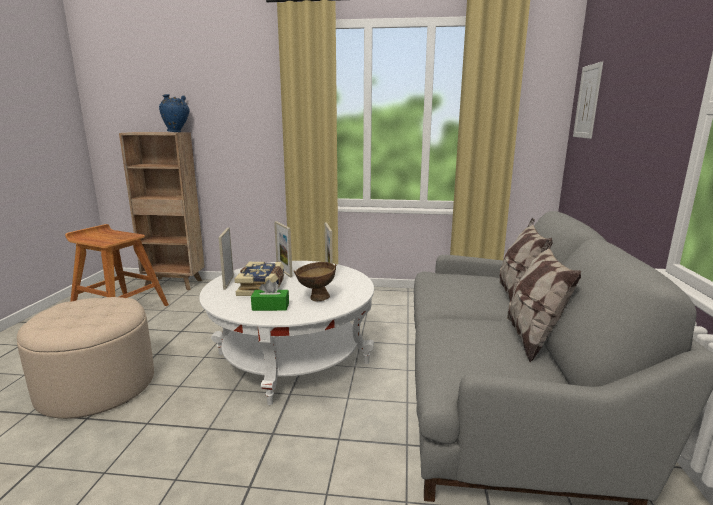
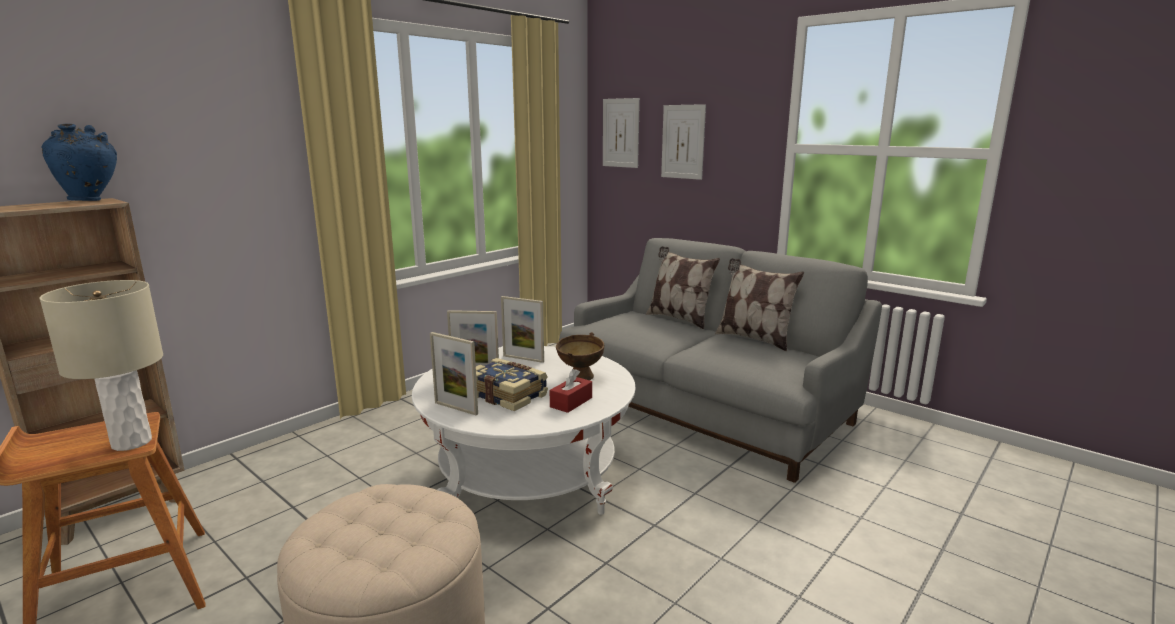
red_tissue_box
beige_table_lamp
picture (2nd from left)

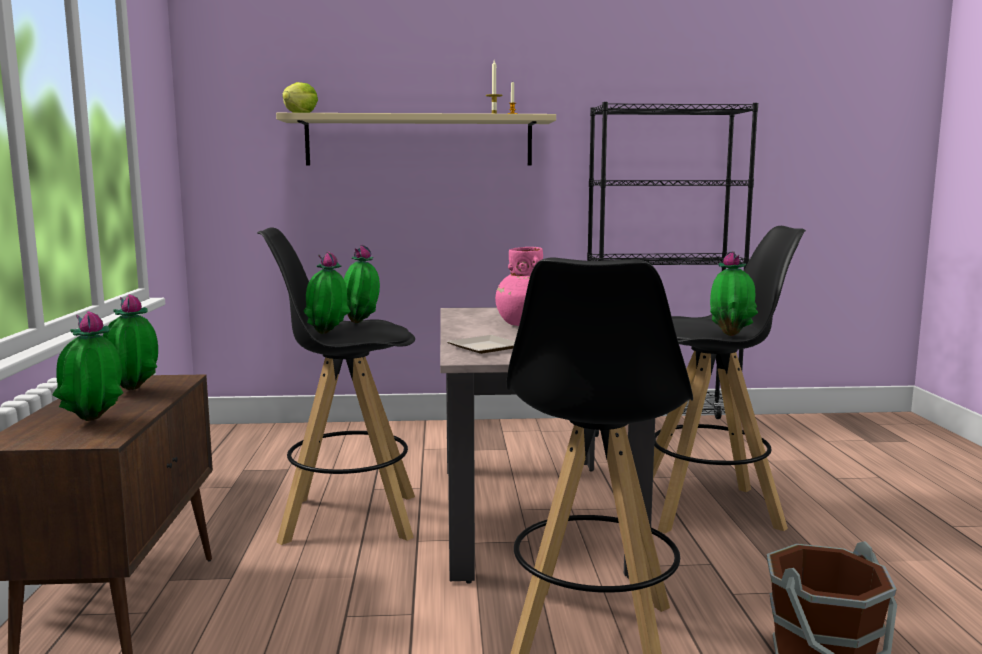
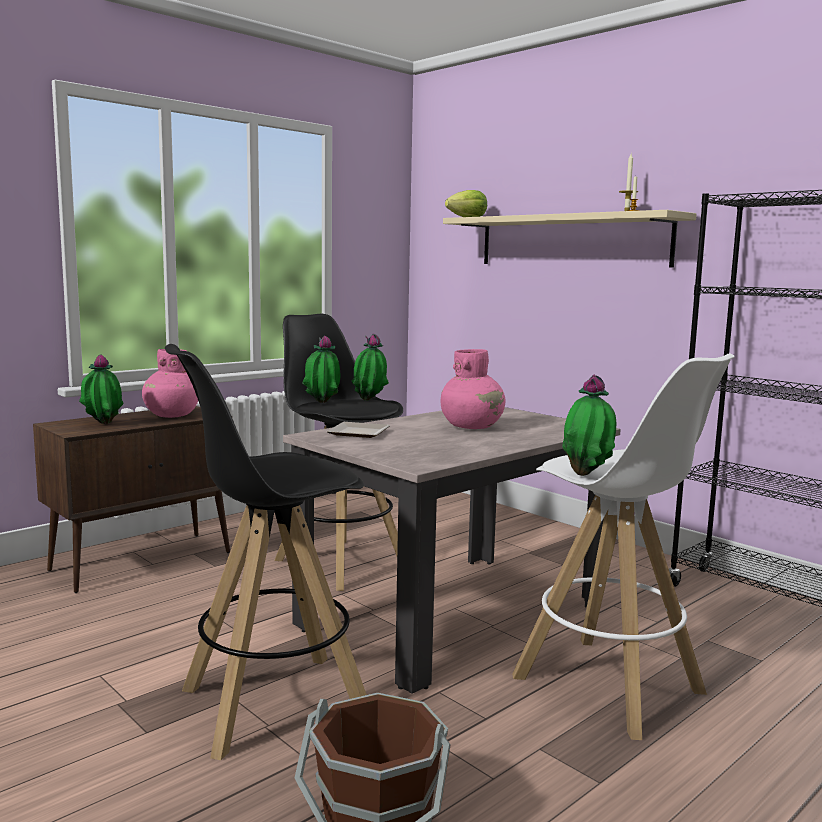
pink_vase (1st from left)
white_stool

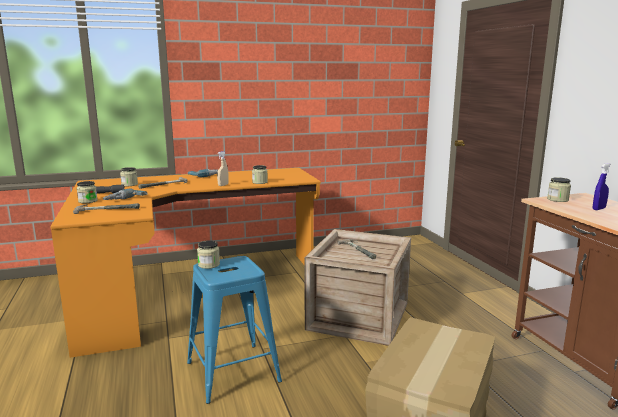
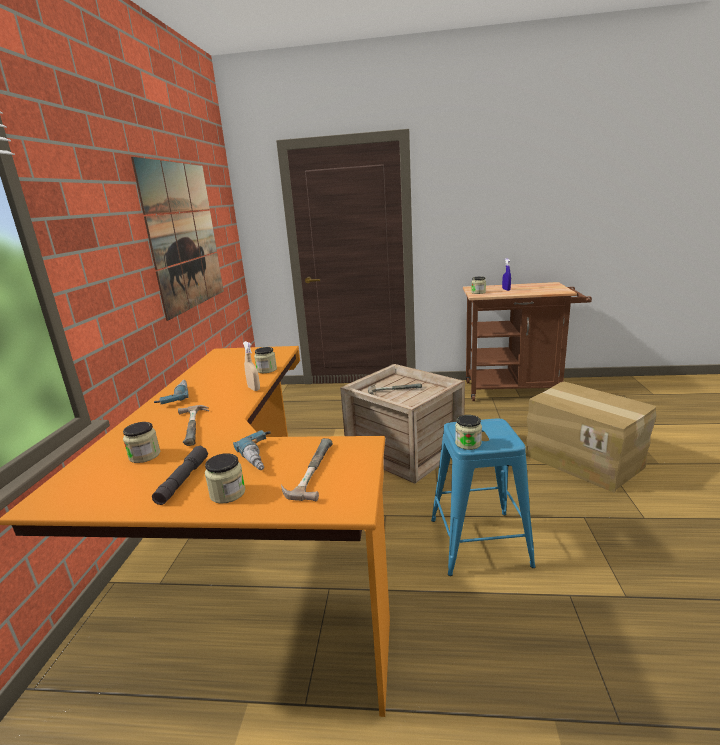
picture

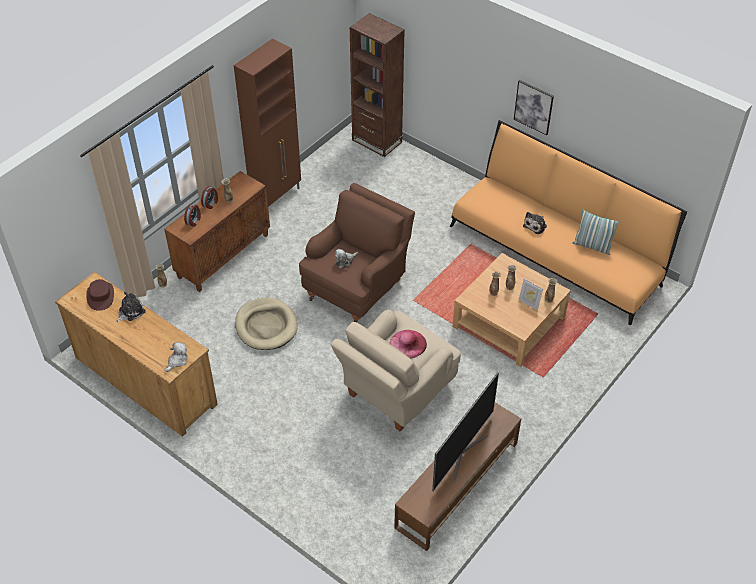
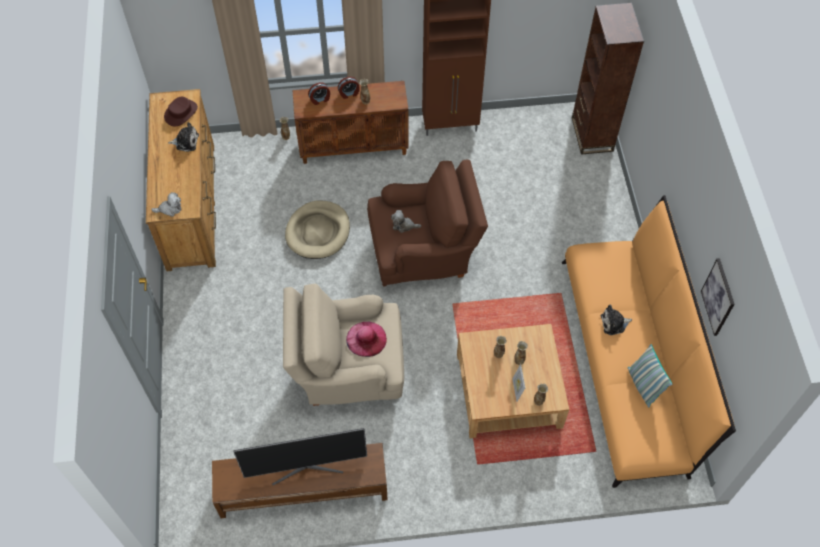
picture

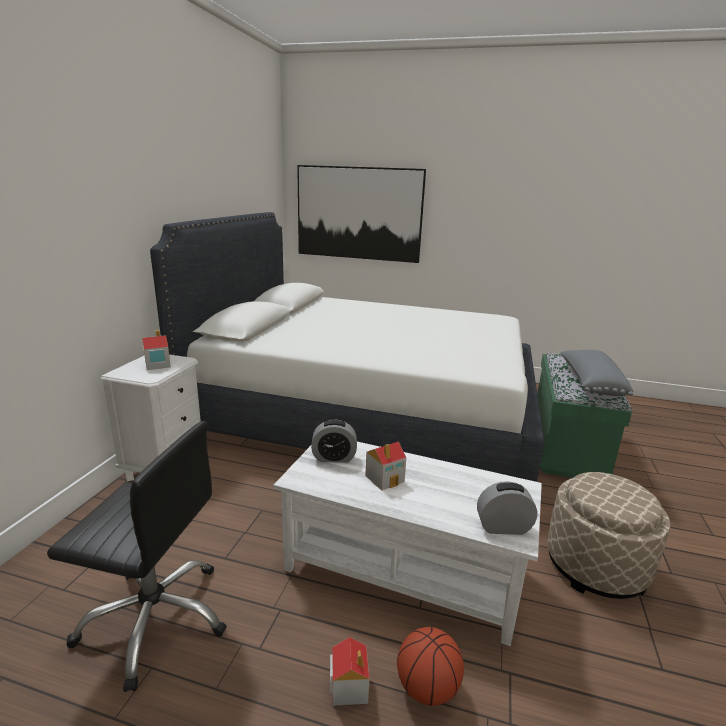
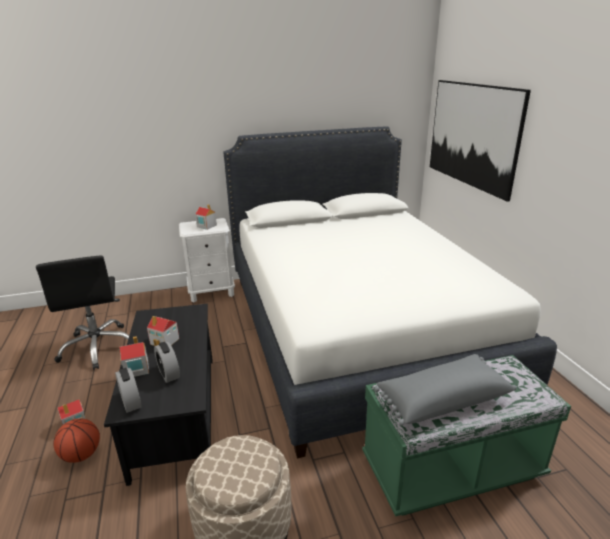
black_coffee_table
alarm_clock (2nd from left)
toy_house (2nd from left)

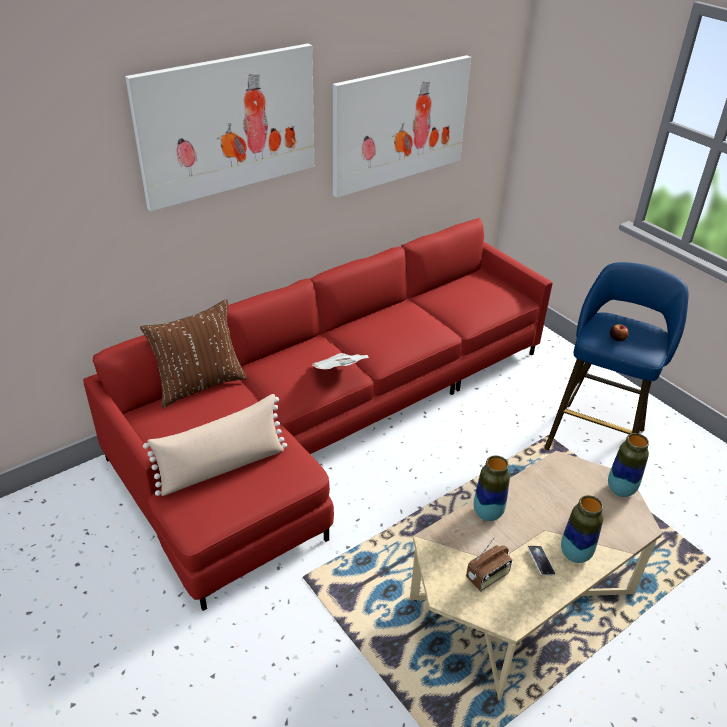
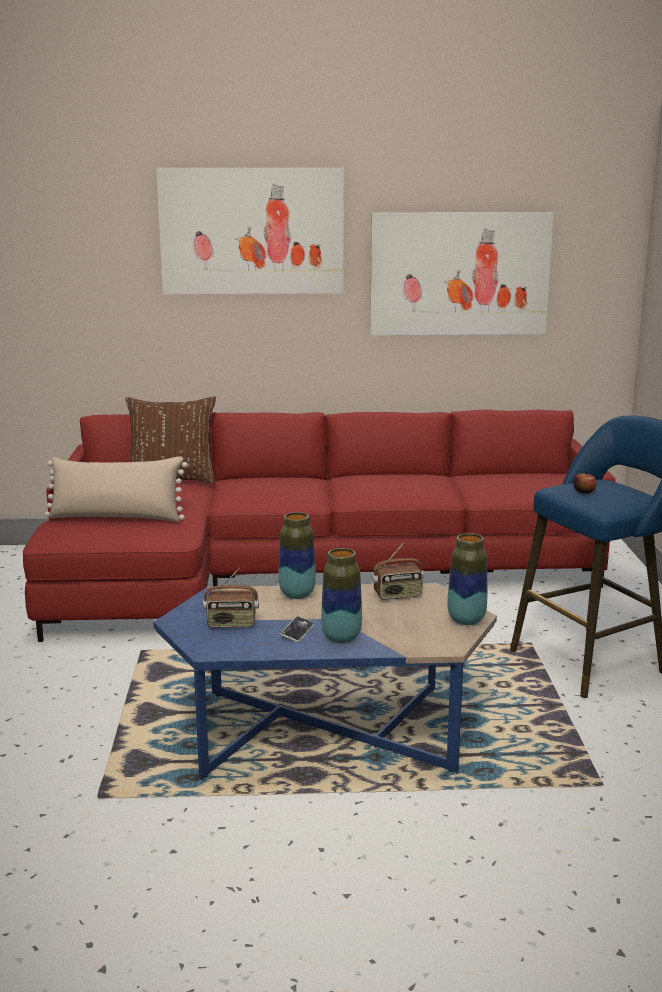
newspaper
blue_coffee_table
radio (2nd from left)

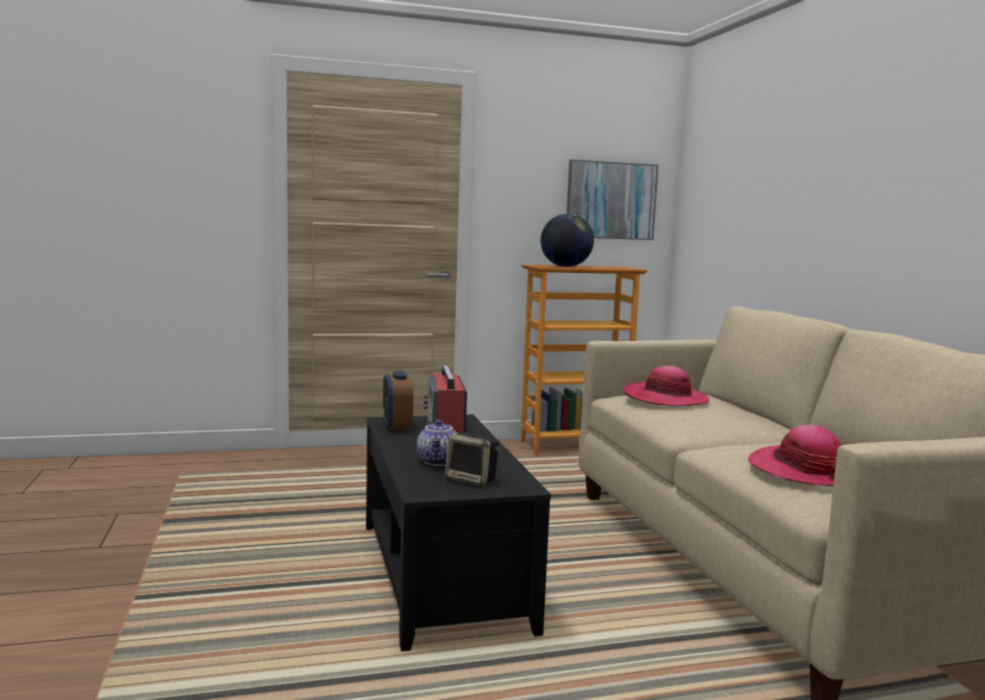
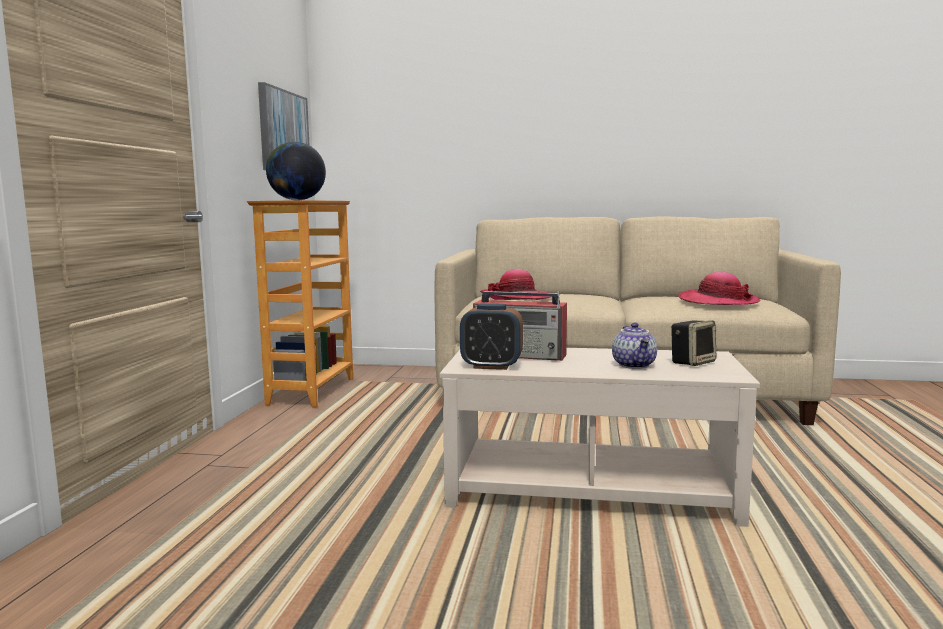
beige_coffee_table
teapot

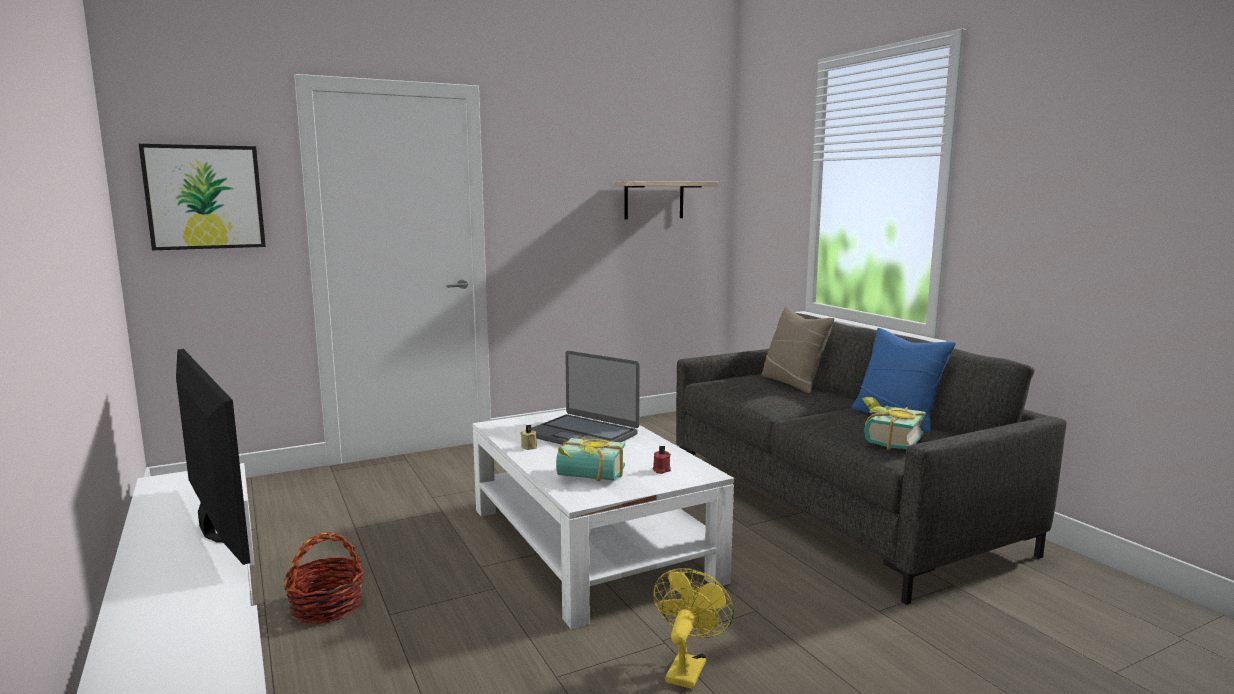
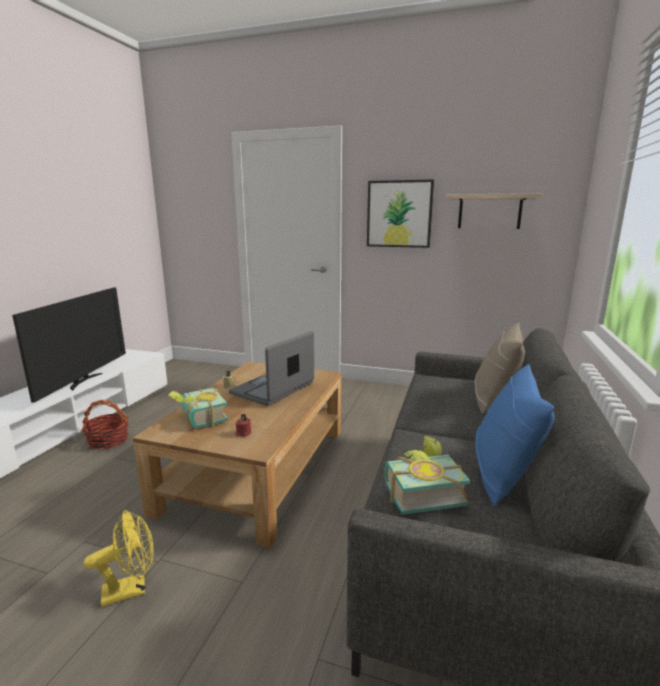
picture
brown_coffee_table
laptop

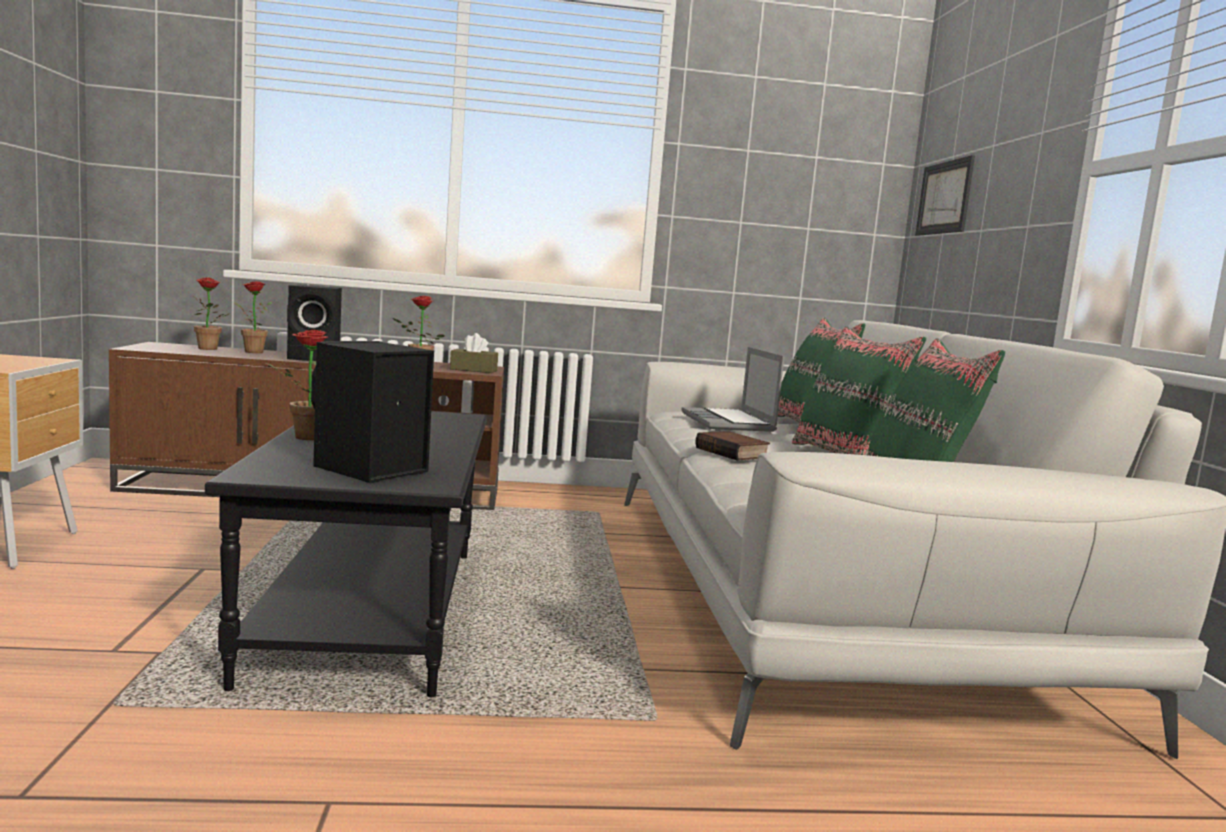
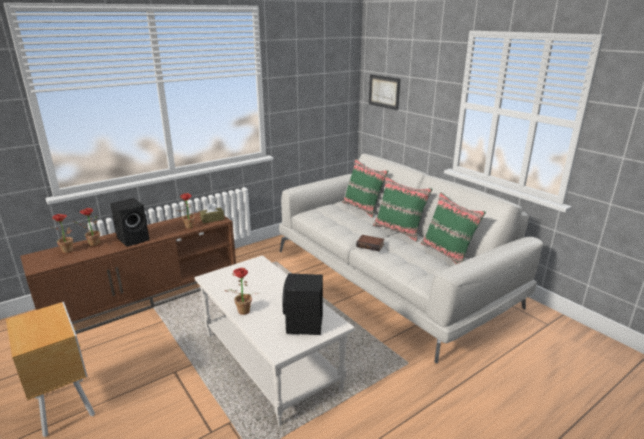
white_coffee_table
laptop

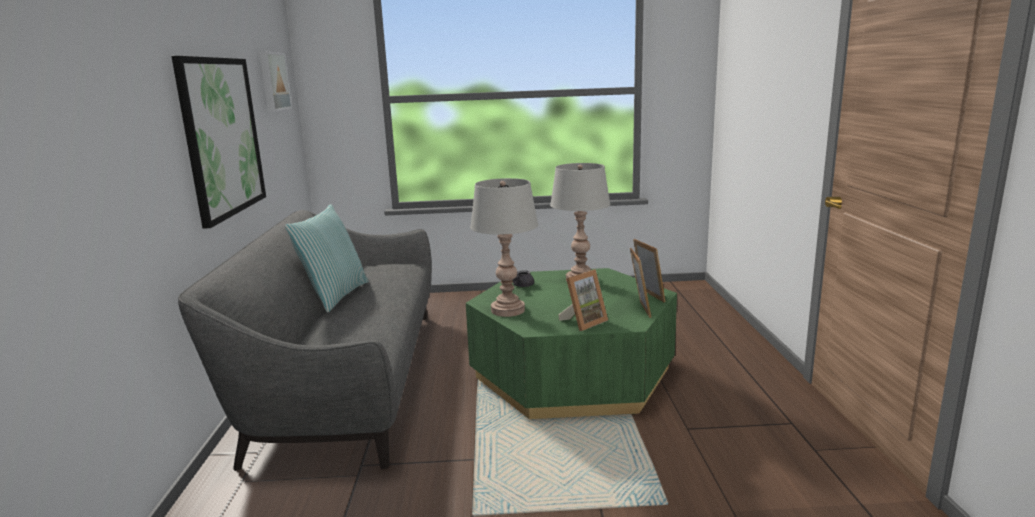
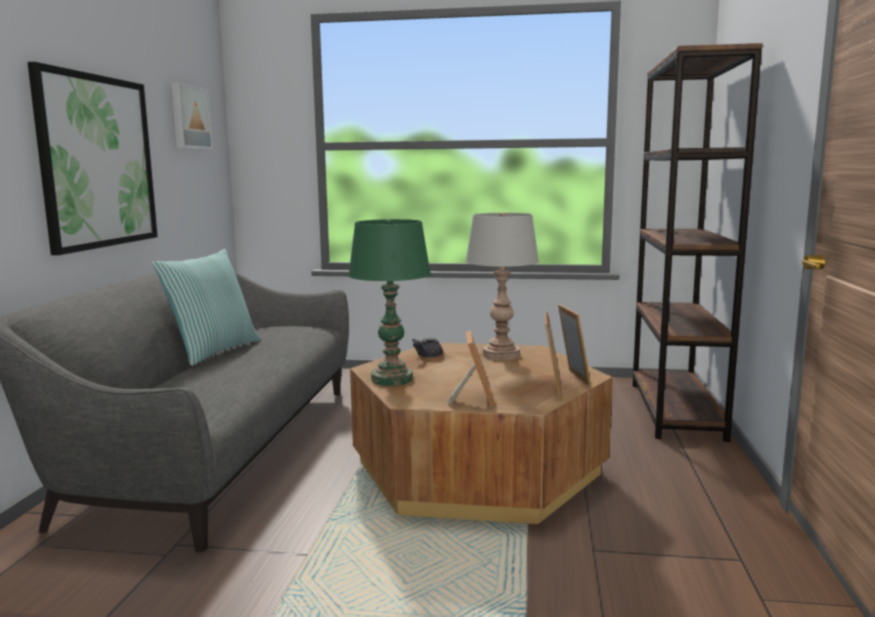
brown_coffee_table
green_table_lamp
picture_frame (1st from left)
brown_bookcase

